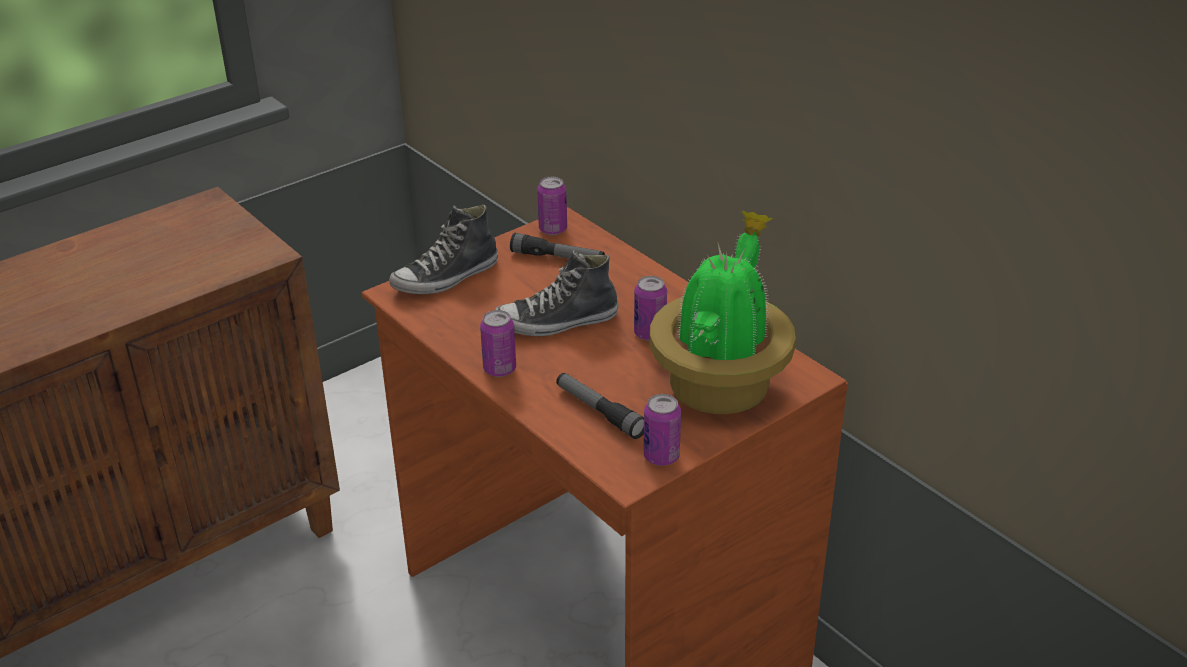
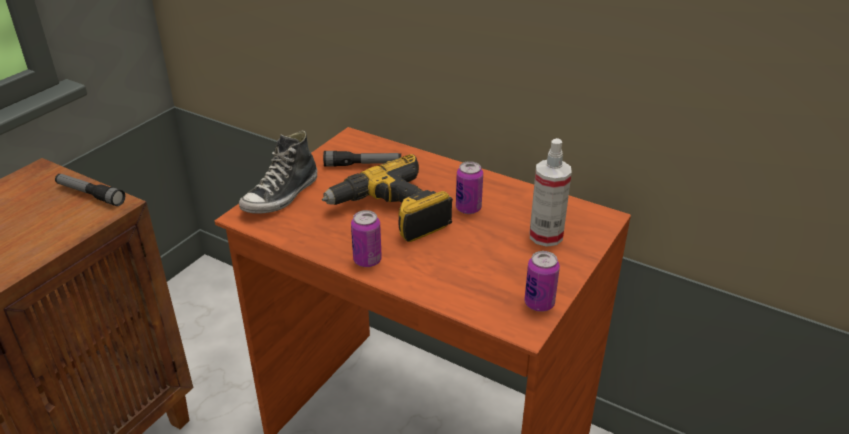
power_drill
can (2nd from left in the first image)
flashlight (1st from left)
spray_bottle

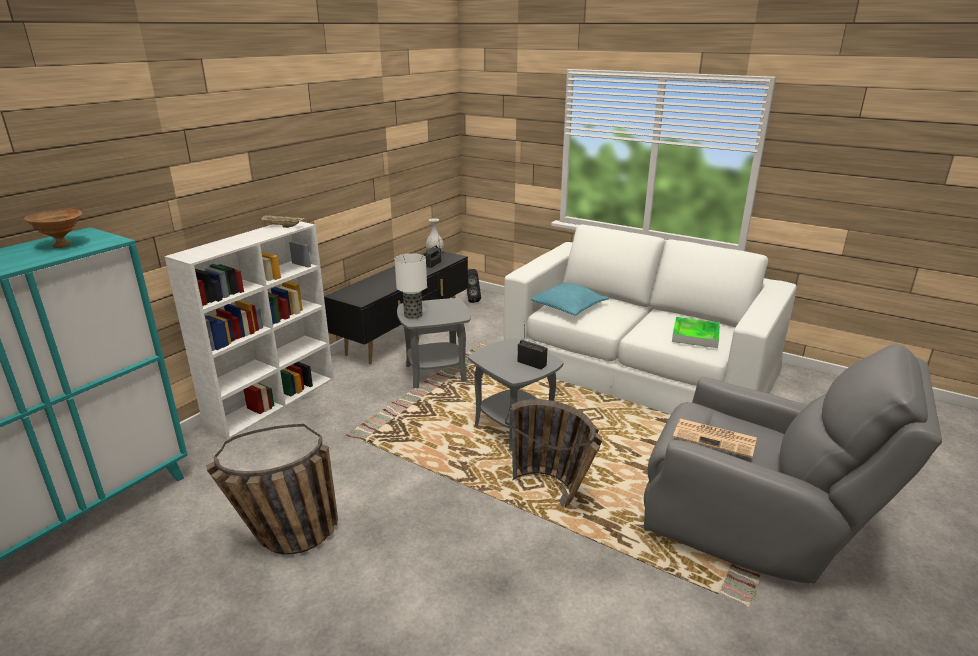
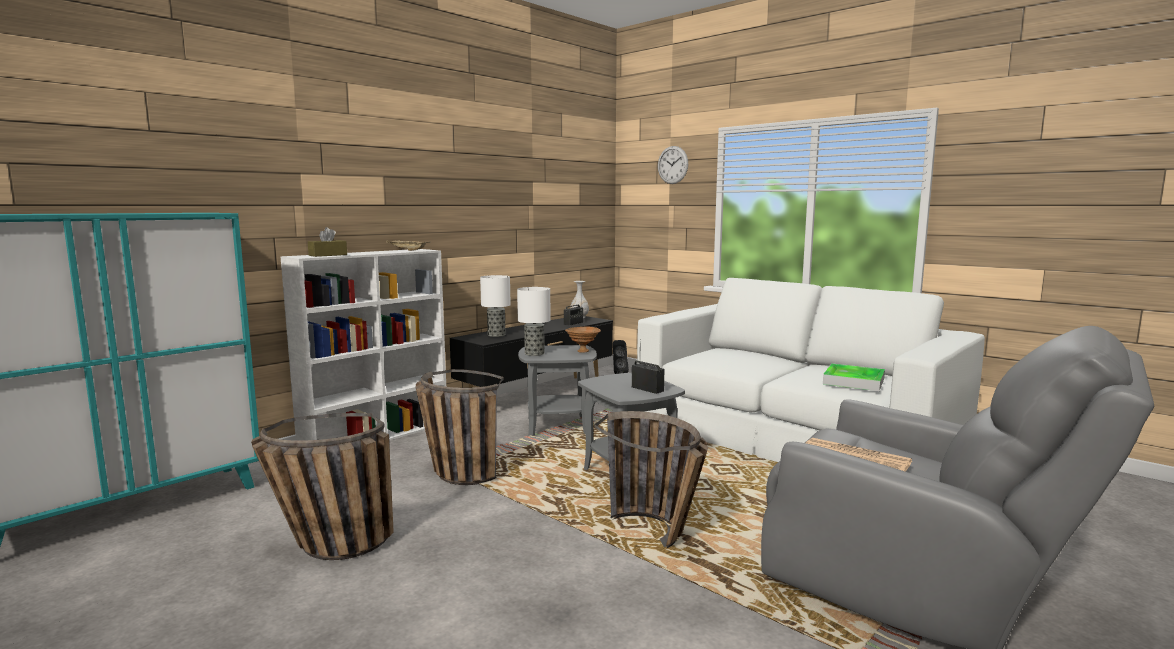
brown_bowl
turquoise_pillow
brown_tissue_box
basket (2nd from left)
table_lamp (1st from left)
wall_clock

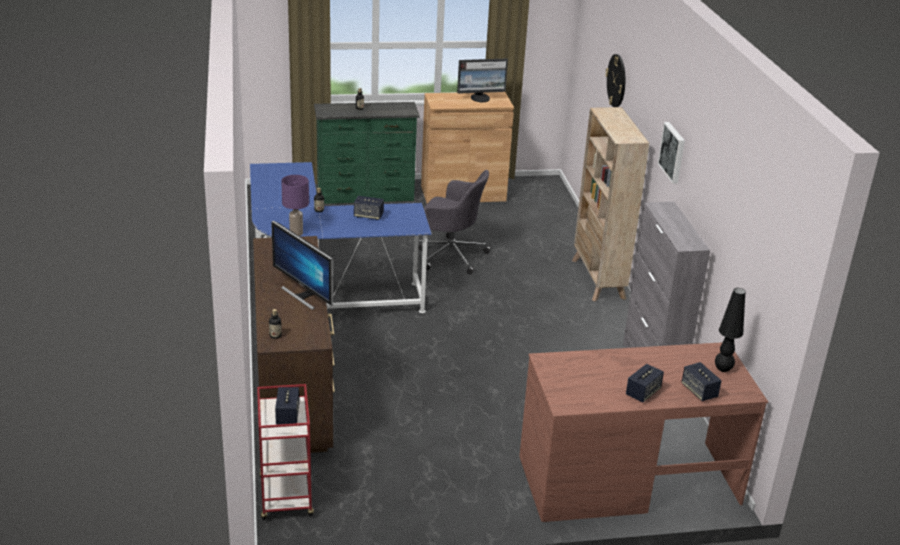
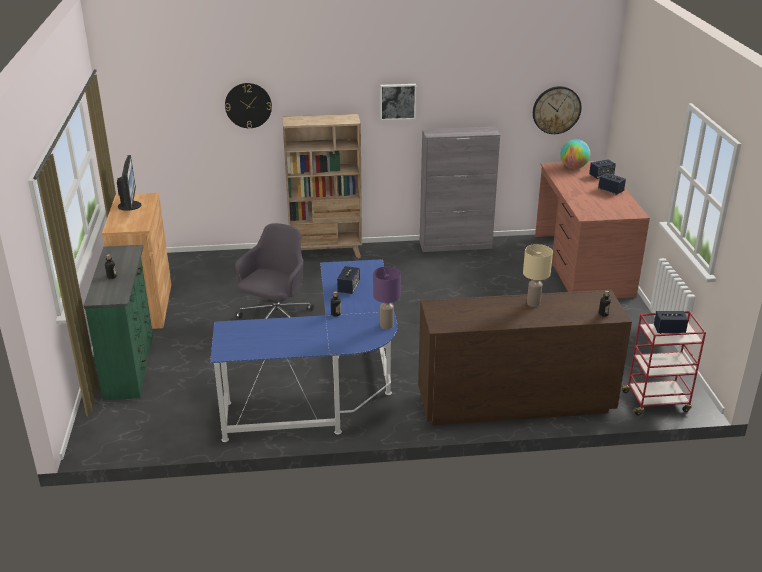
beige_table_lamp
globe
wall_clock (2nd from left)

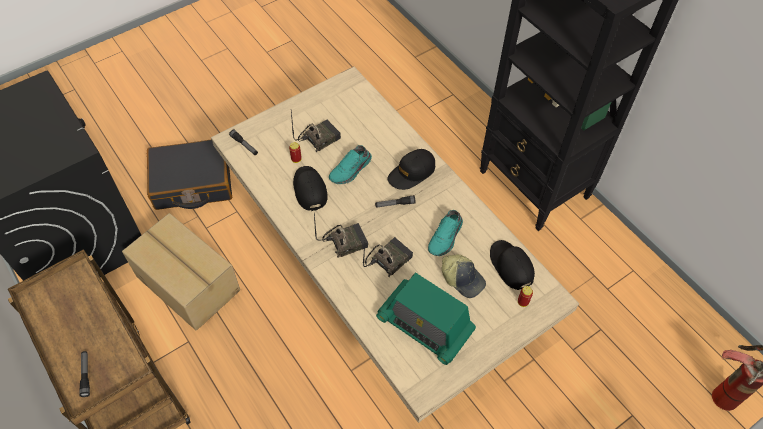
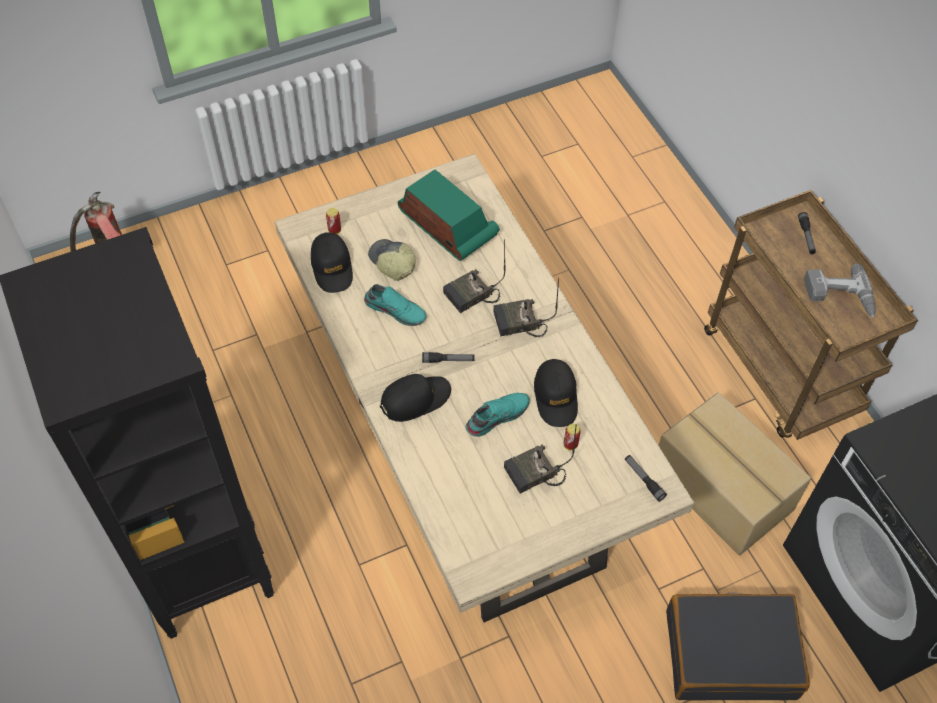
turquoise_shoe (1st from left)
power_drill

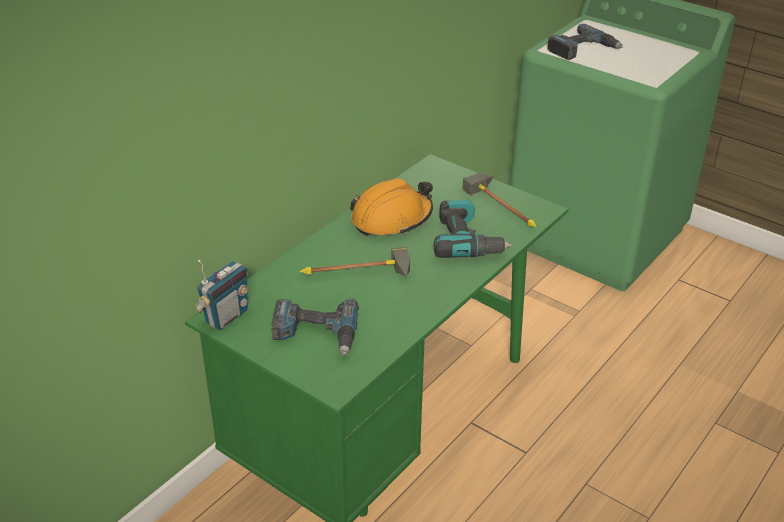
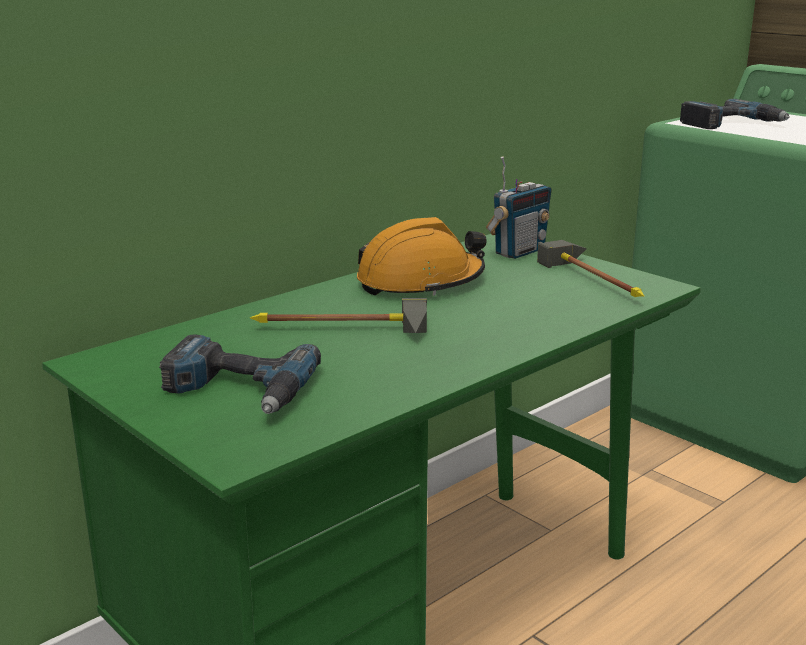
radio
power_drill (2nd from left in the first image)

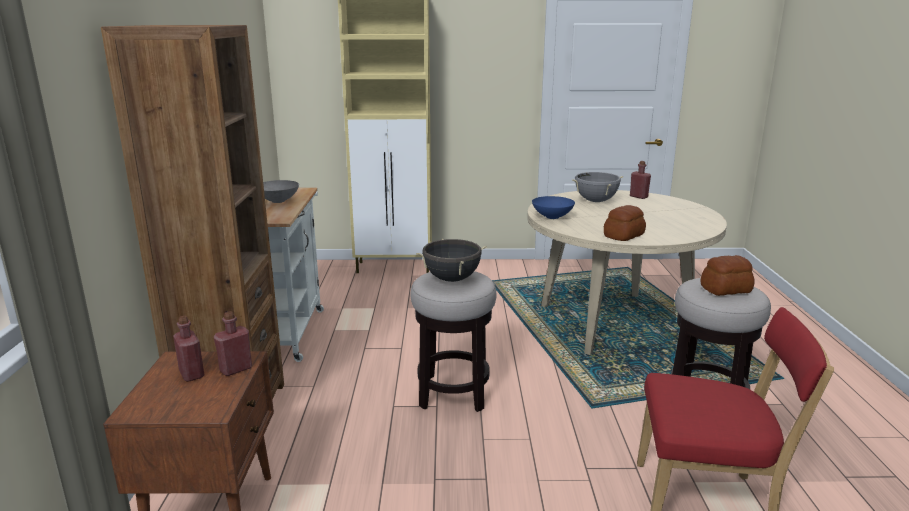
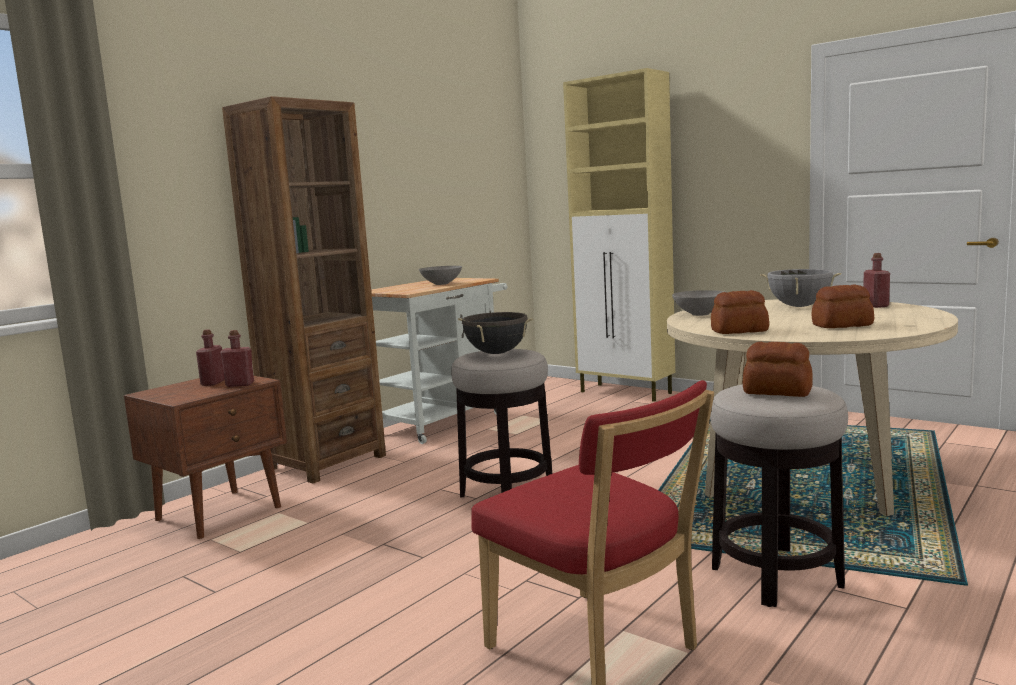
grey_bowl (2nd from left)
bread (3rd from left)

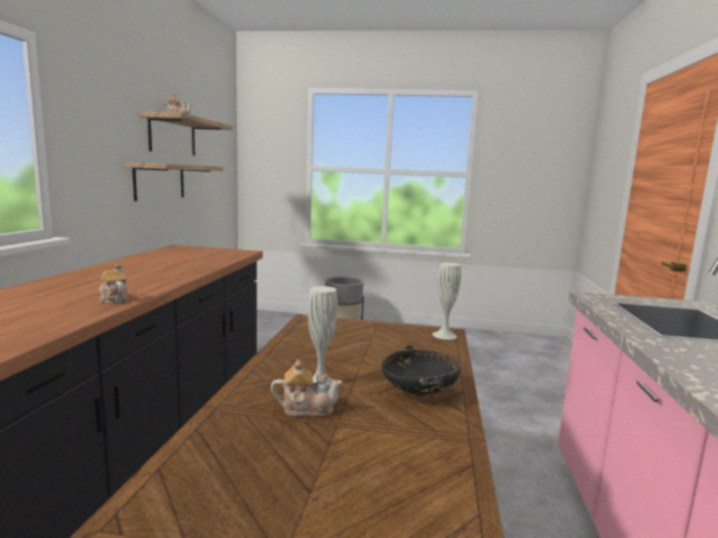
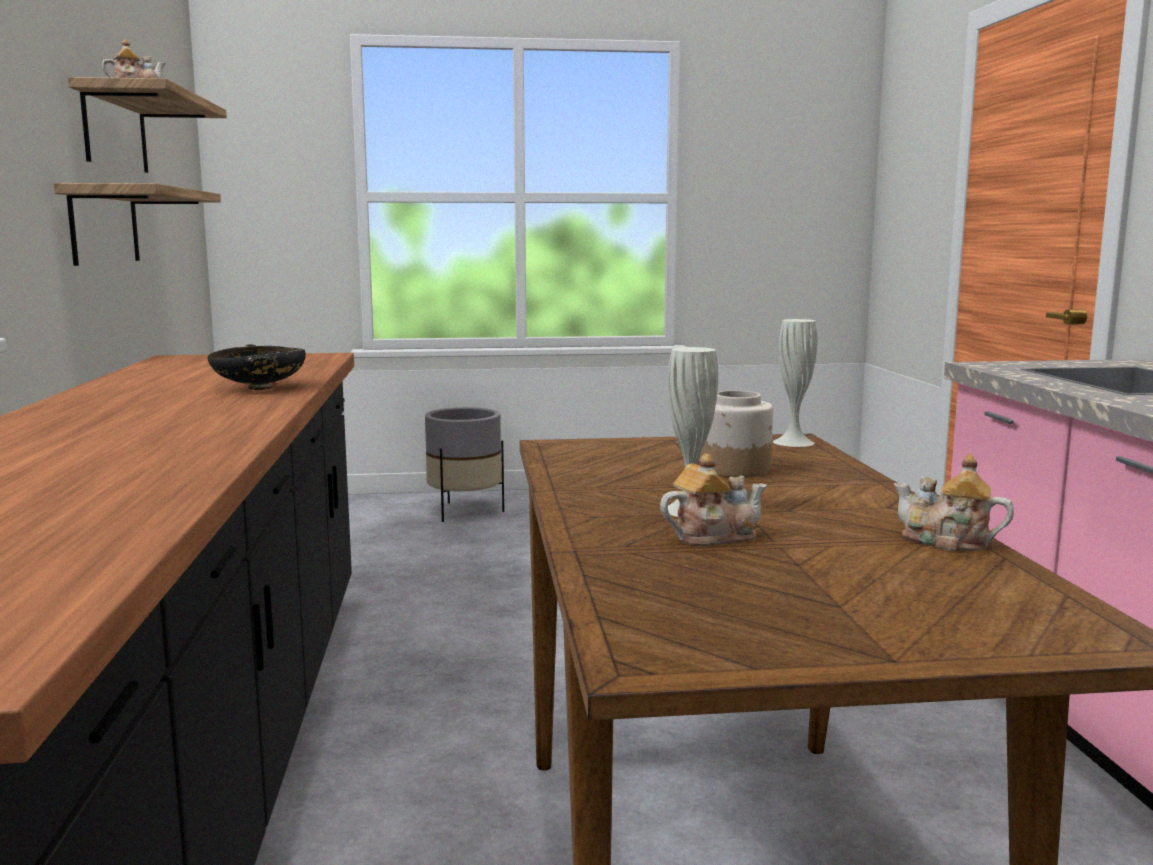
teapot (3rd from left)
black_bowl
jar

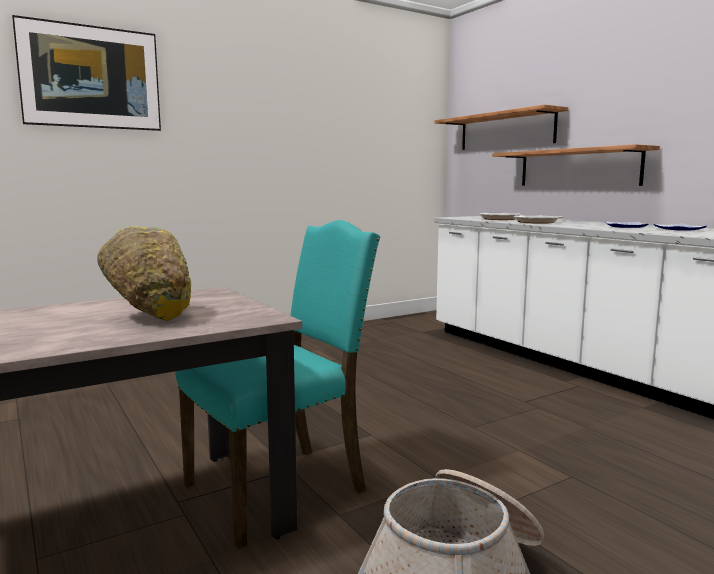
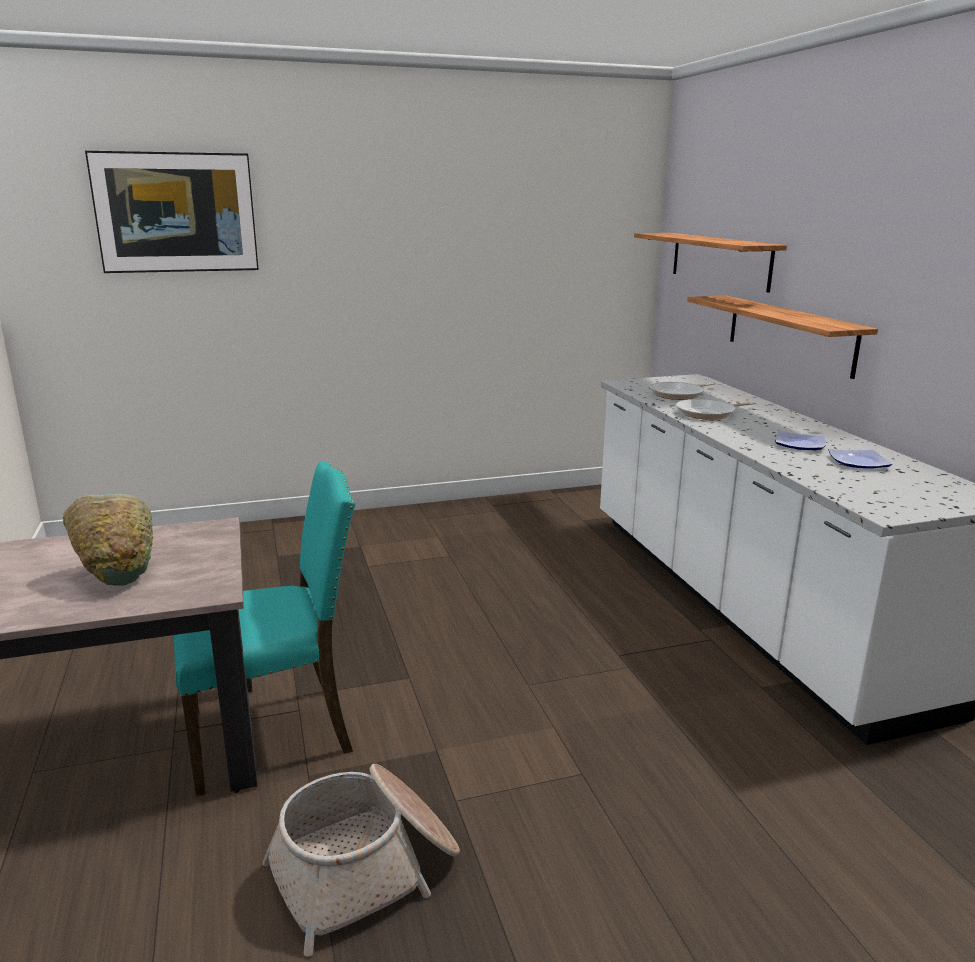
green_bowl

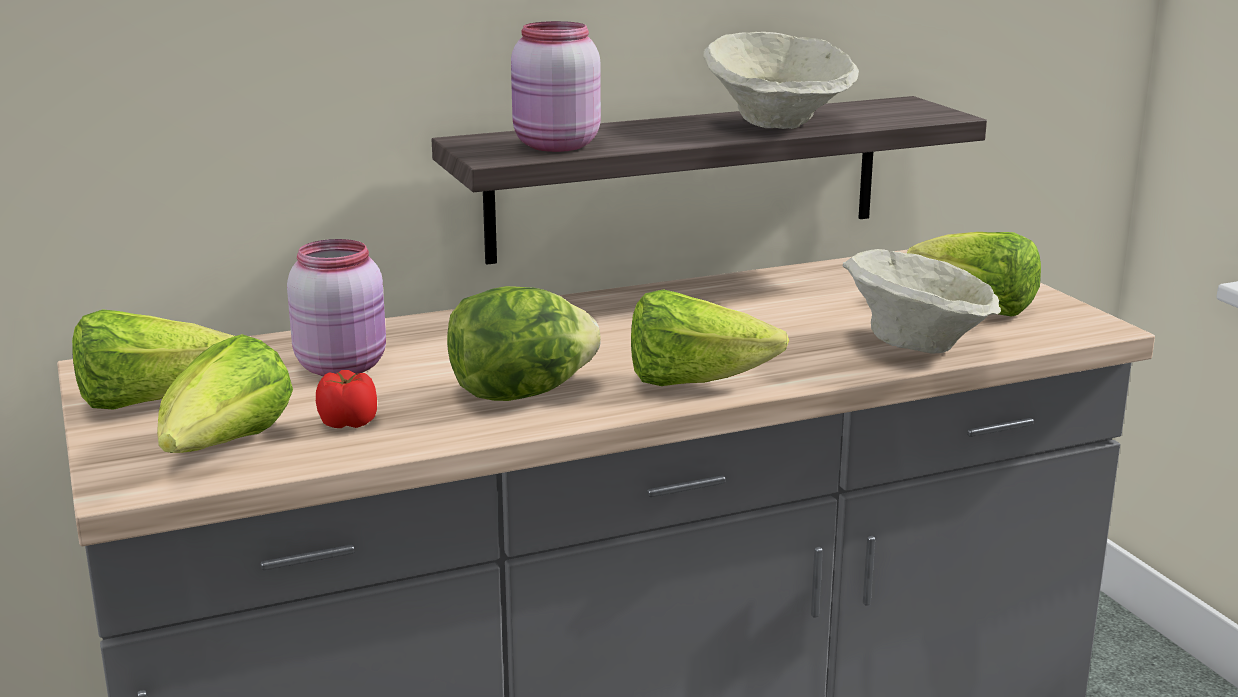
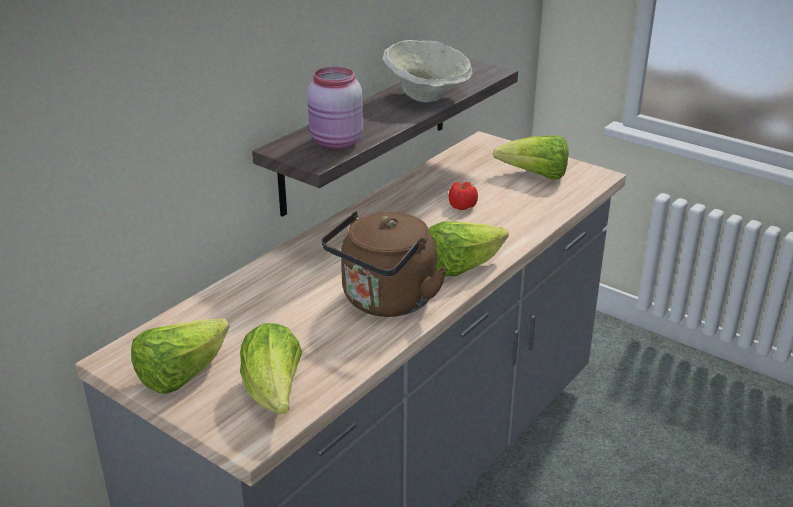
pink_jar (1st from left in the first image)
tomato
brown_kettle
beige_bowl (2nd from left in the first image)

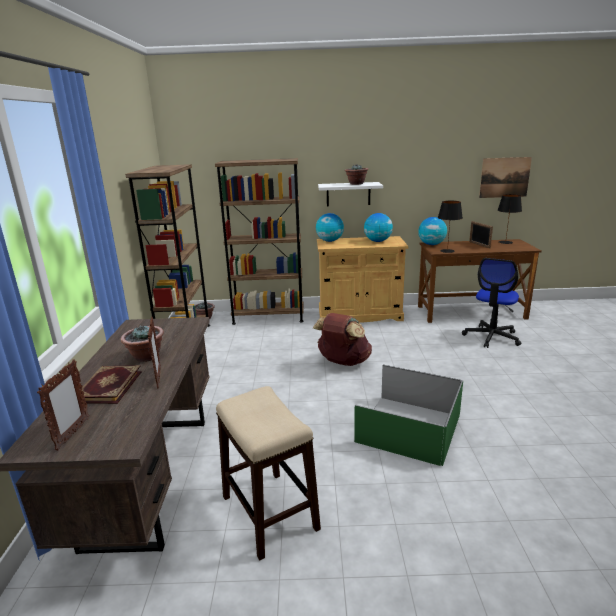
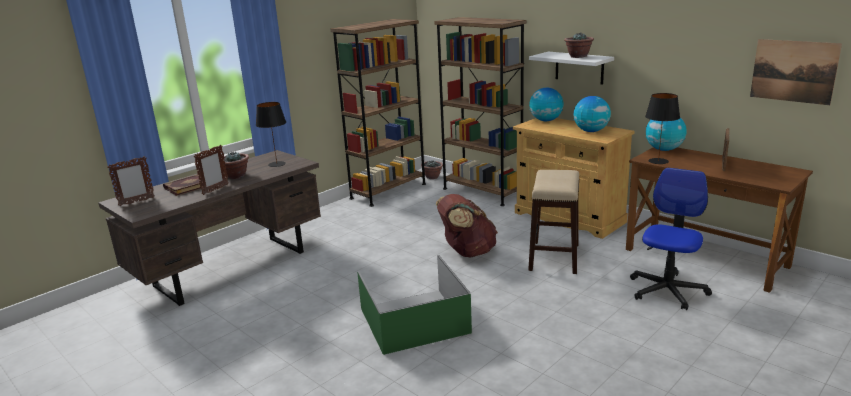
stool
office_chair
black_table_lamp (1st from left)

